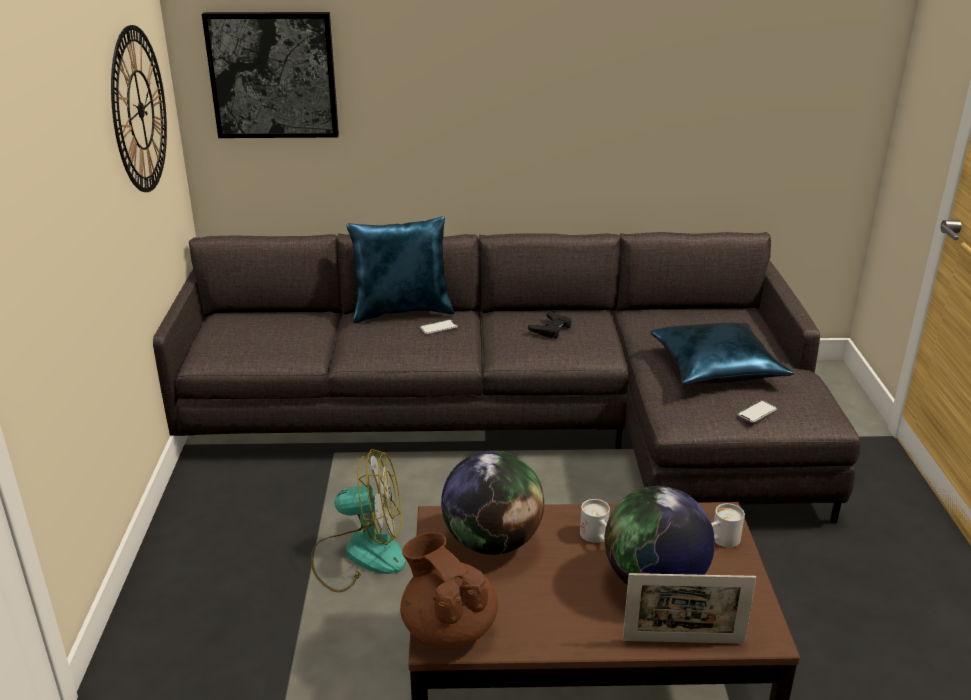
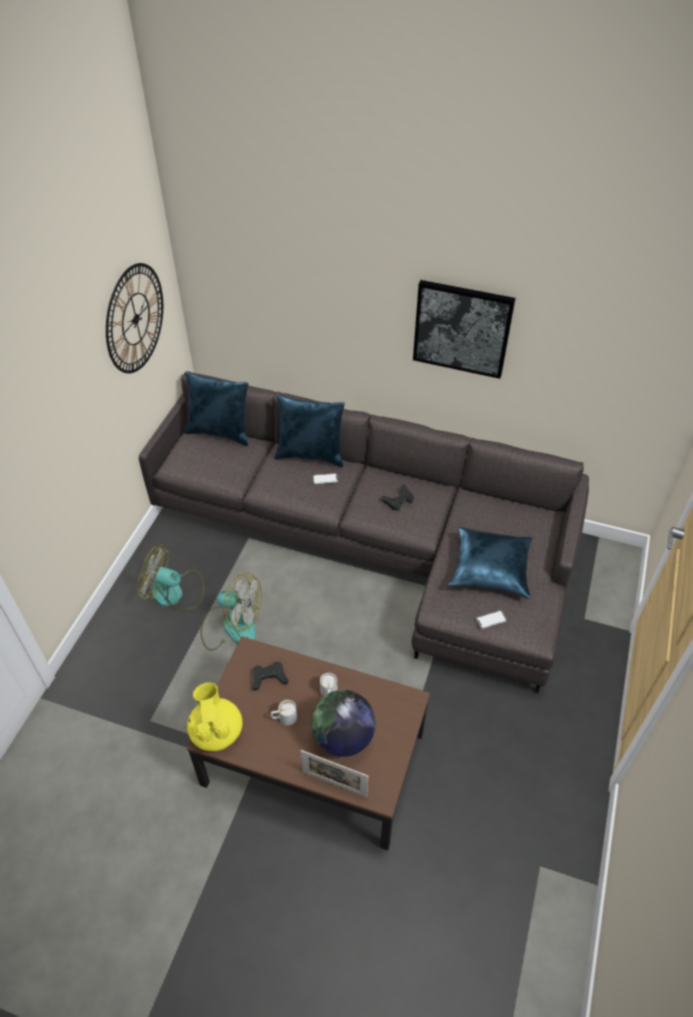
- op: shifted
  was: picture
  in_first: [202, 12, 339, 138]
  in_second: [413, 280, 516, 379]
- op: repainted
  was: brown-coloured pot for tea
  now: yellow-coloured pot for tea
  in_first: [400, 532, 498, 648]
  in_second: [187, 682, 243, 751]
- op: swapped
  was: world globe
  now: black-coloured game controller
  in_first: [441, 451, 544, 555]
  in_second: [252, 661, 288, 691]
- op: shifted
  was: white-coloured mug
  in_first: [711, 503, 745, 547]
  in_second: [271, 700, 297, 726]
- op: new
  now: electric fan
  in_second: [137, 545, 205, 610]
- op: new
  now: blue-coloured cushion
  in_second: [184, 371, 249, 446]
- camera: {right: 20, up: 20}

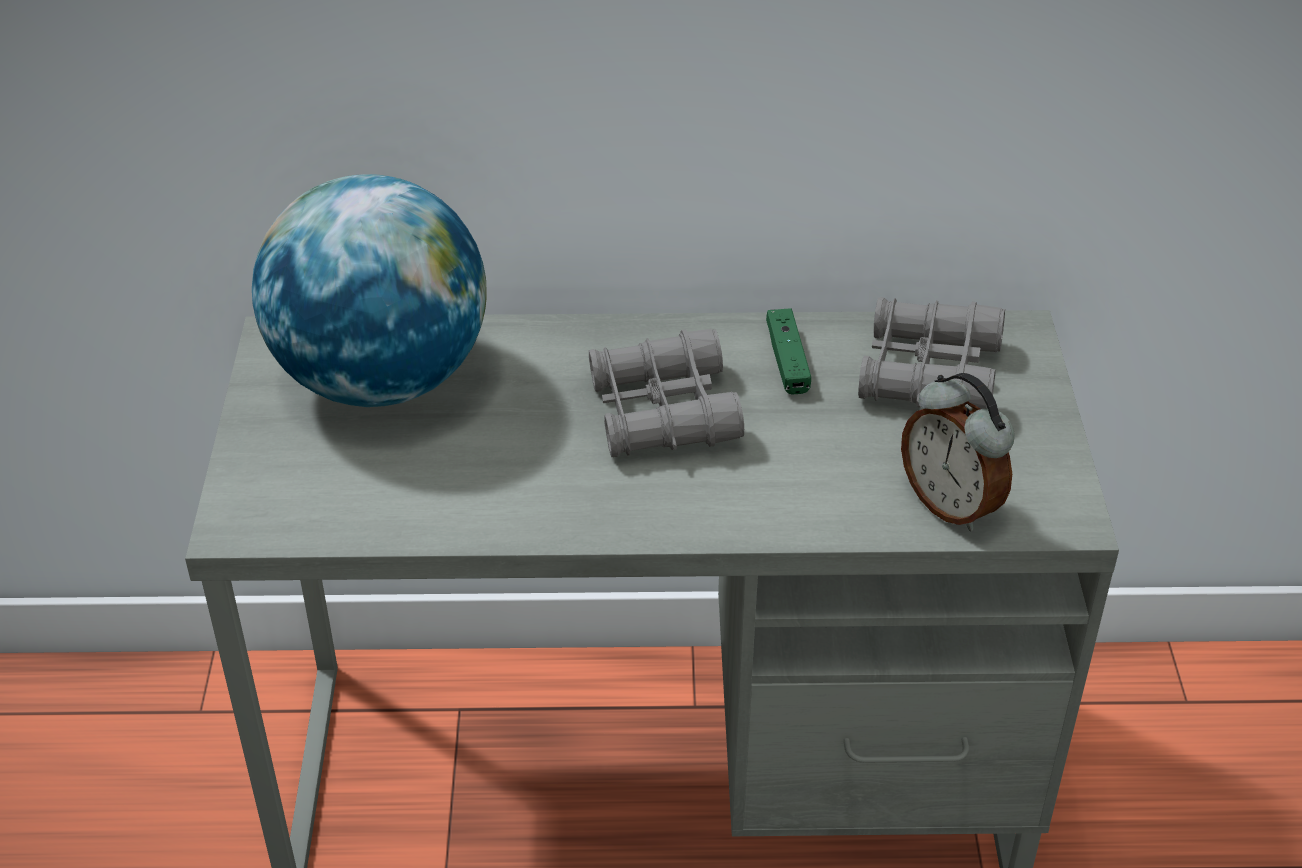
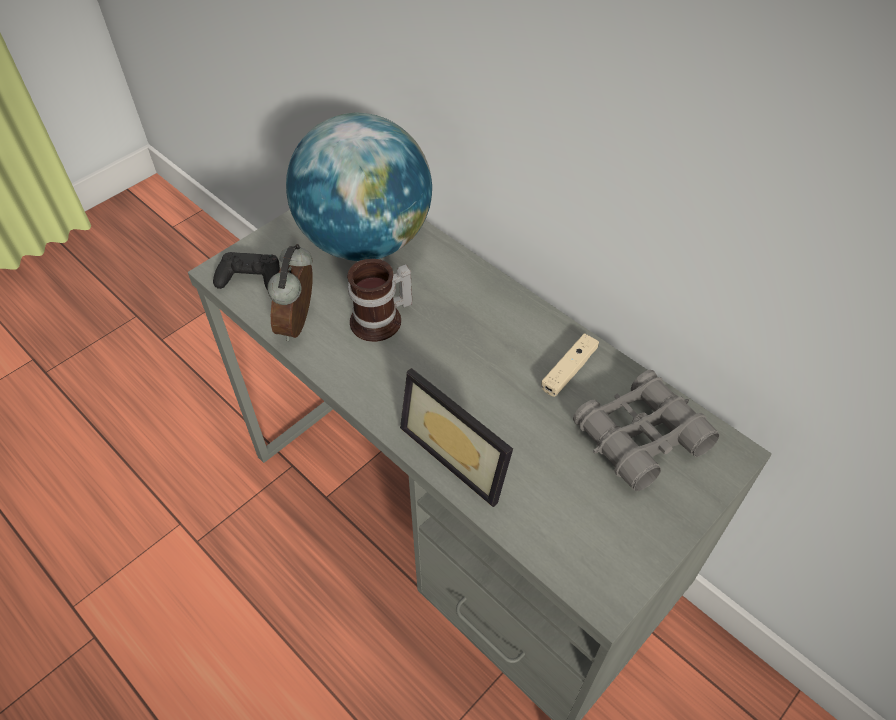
- op: gone
  was: grey field glasses
  in_first: [589, 329, 744, 457]
- op: repainted
  was: green-coloured game controller
  now: sand-coloured game controller
  in_first: [766, 308, 811, 395]
  in_second: [541, 333, 599, 397]
- op: shifted
  was: alarm clock
  in_first: [901, 373, 1015, 531]
  in_second: [267, 244, 313, 342]
- op: new
  now: black-coloured game controller
  in_second: [213, 252, 280, 289]
- op: new
  now: mug
  in_second: [347, 259, 412, 342]
- op: new
  now: photo frame
  in_second: [400, 368, 513, 507]
- camera: {right: 45, up: 10}

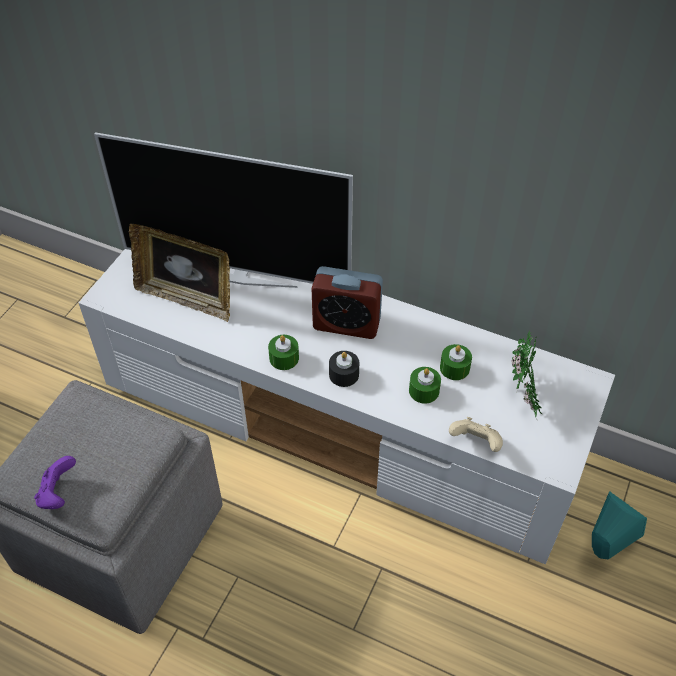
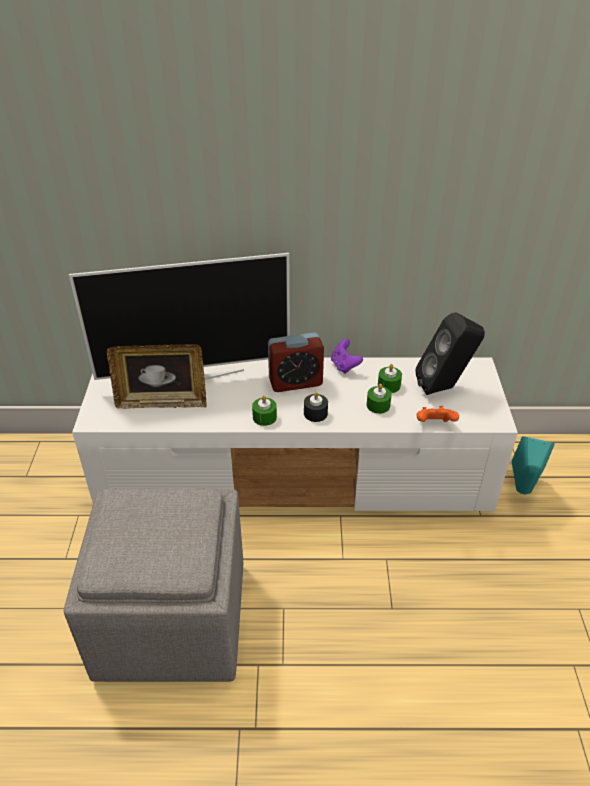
- op: shifted
  was: purple game controller
  in_first: [34, 456, 76, 509]
  in_second: [331, 339, 363, 374]
- op: repainted
  was: sand-coloured game controller
  now: orange game controller
  in_first: [449, 417, 503, 452]
  in_second: [417, 406, 459, 422]
- op: swapped
  was: potted plant
  now: black-coloured speaker
  in_first: [511, 331, 542, 417]
  in_second: [415, 312, 485, 395]
- camera: {right: -25, up: -10}

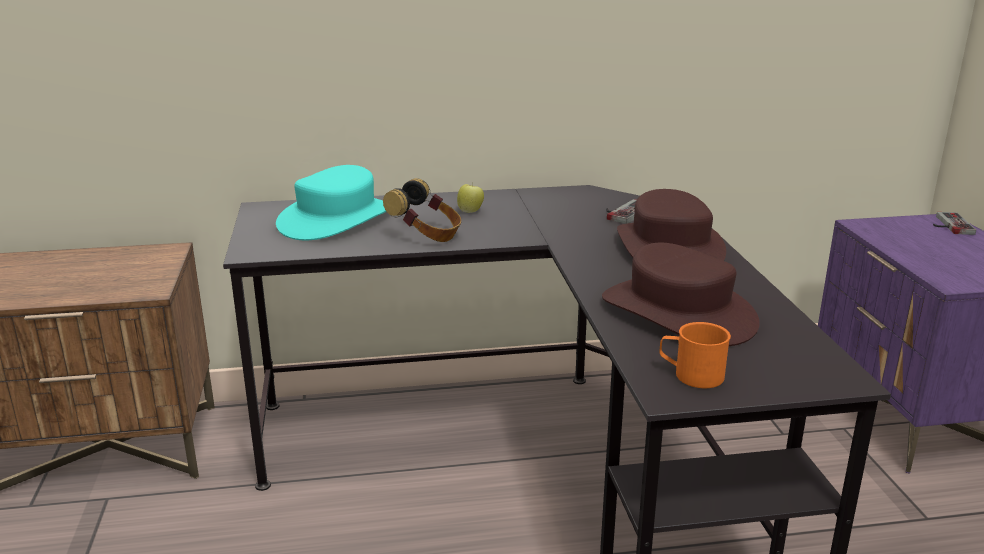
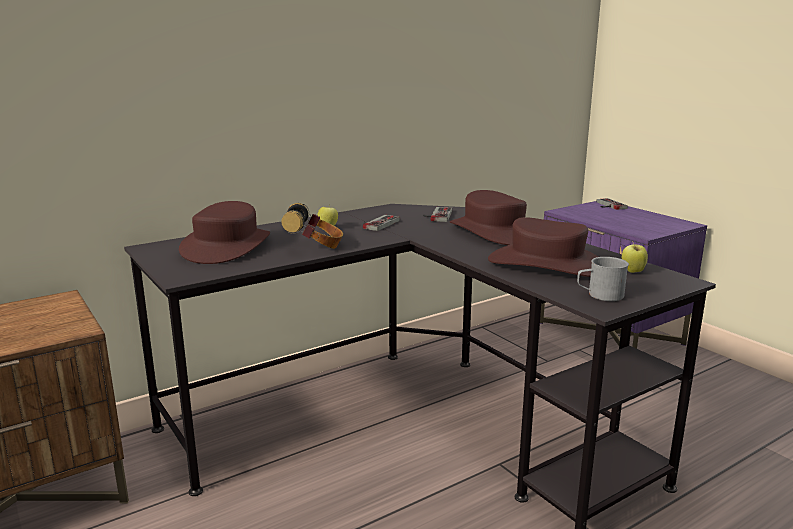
- op: repainted
  was: turquoise hat
  now: brown-coloured hat
  in_first: [276, 165, 386, 240]
  in_second: [179, 201, 270, 264]
- op: repainted
  was: orange mug
  now: grey mug
  in_first: [659, 322, 731, 388]
  in_second: [577, 257, 629, 301]
- op: new
  now: game controller
  in_second: [363, 215, 400, 231]
- op: new
  now: apple
  in_second: [622, 243, 648, 273]
- camera: {right: -25, up: -5}

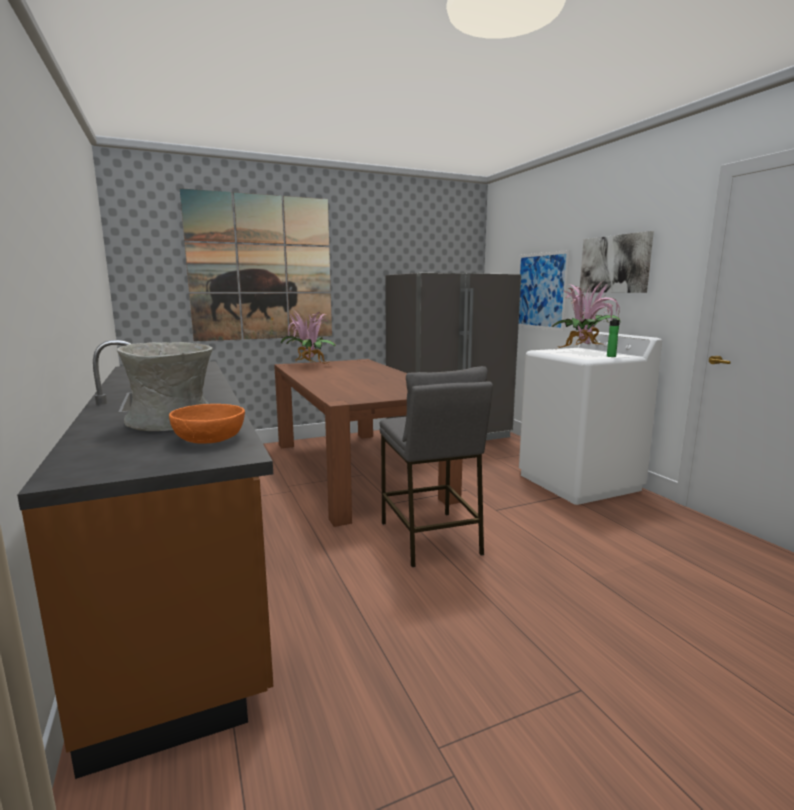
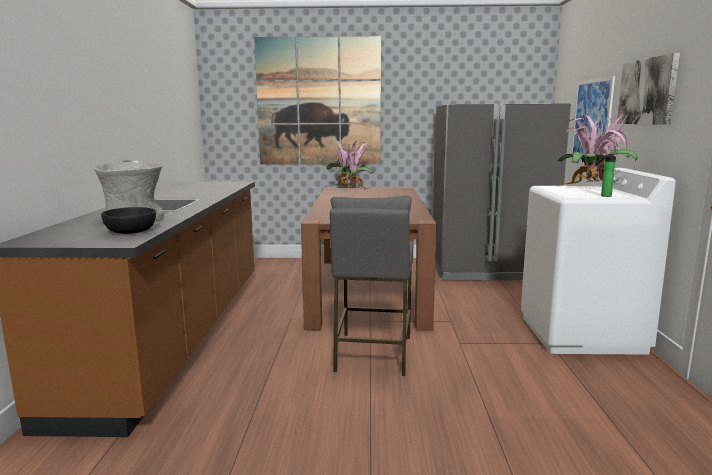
- op: repainted
  was: orange serving bowl
  now: black-coloured serving bowl
  in_first: [169, 404, 245, 444]
  in_second: [101, 207, 156, 234]
- camera: {right: 25, up: 0}

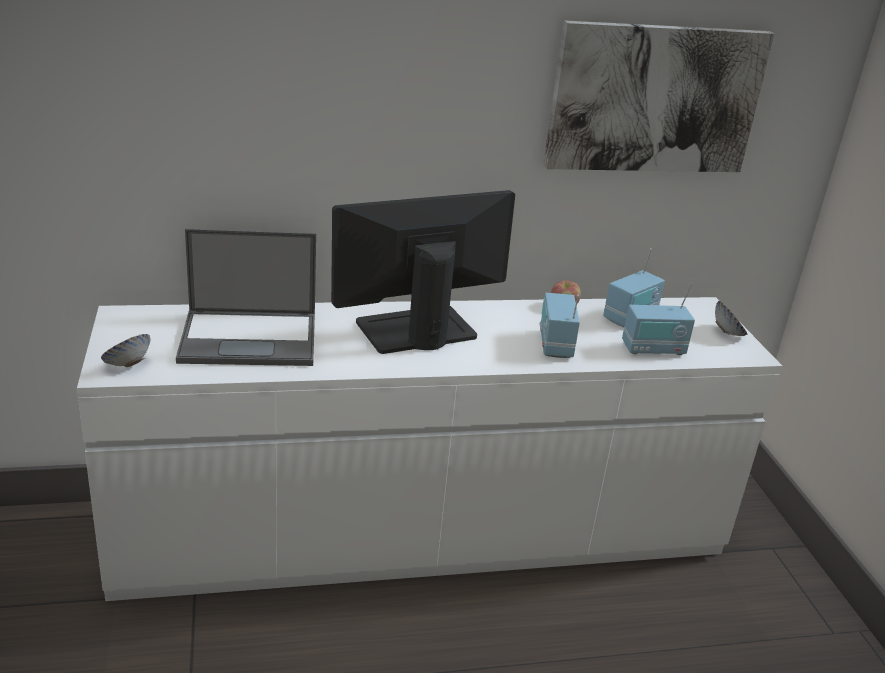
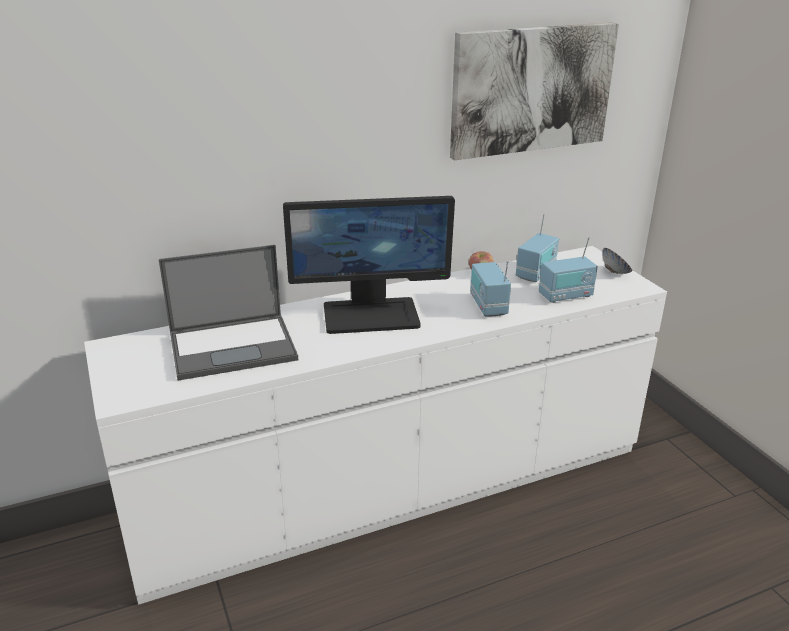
- op: gone
  was: serving bowl
  in_first: [101, 334, 150, 367]
- op: rotated
  was: computer display
  in_first: [331, 190, 515, 354]
  in_second: [283, 196, 455, 334]
  clockwise: -150
- camera: {right: -10, up: 0}

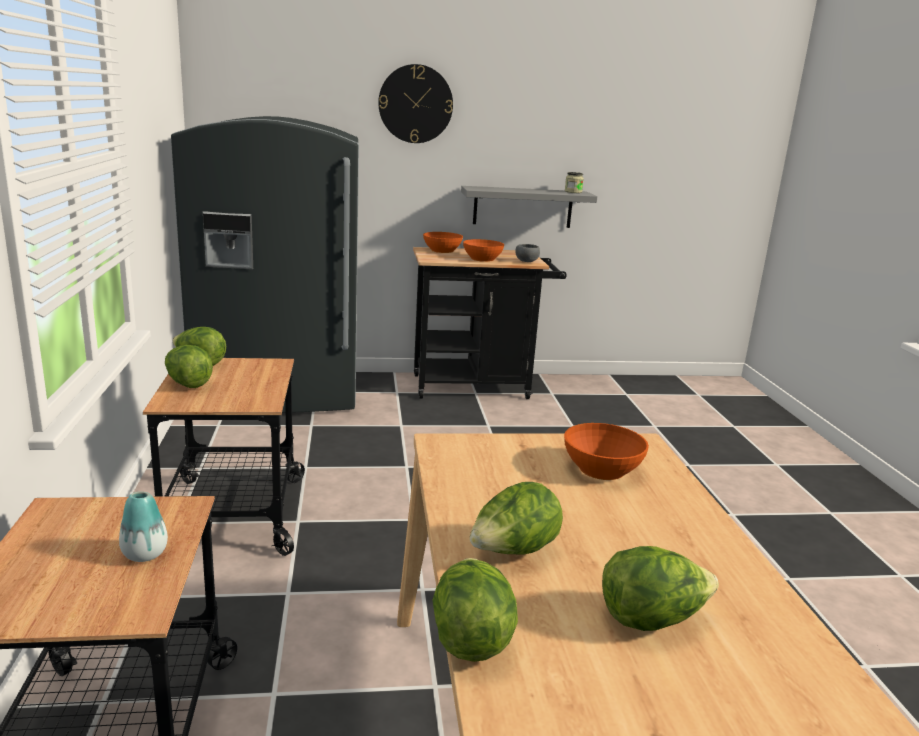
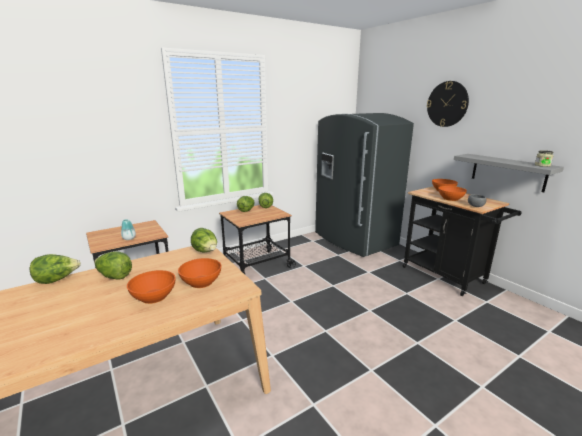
- op: shifted
  was: lettuce head
  in_first: [602, 546, 719, 631]
  in_second: [191, 228, 217, 253]
- op: new
  now: orange serving bowl
  in_second: [127, 270, 176, 304]
- camera: {right: 65, up: 0}

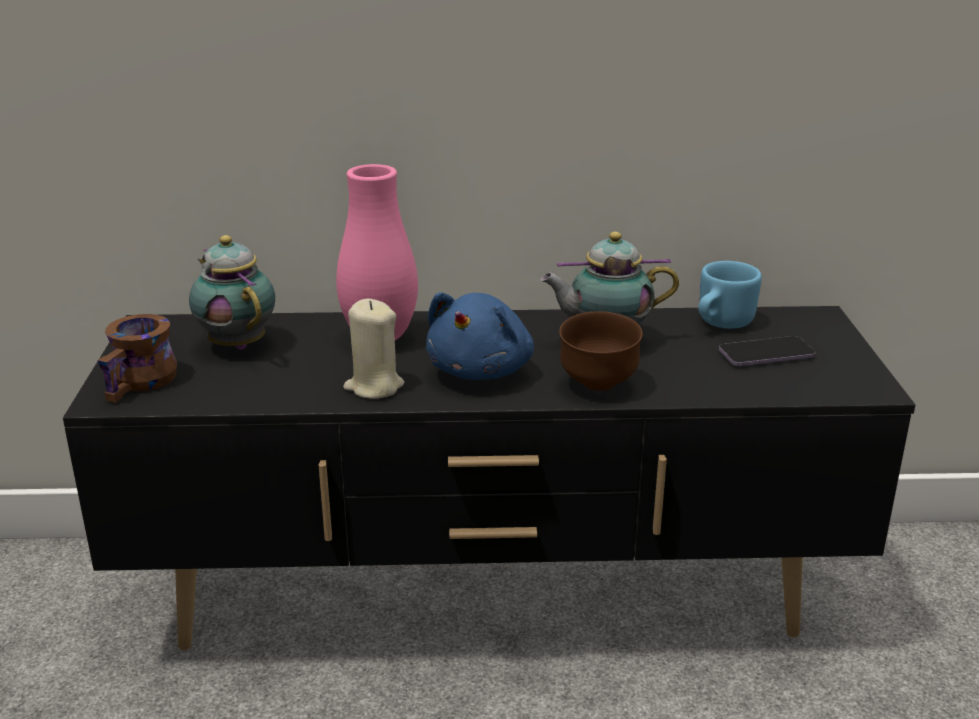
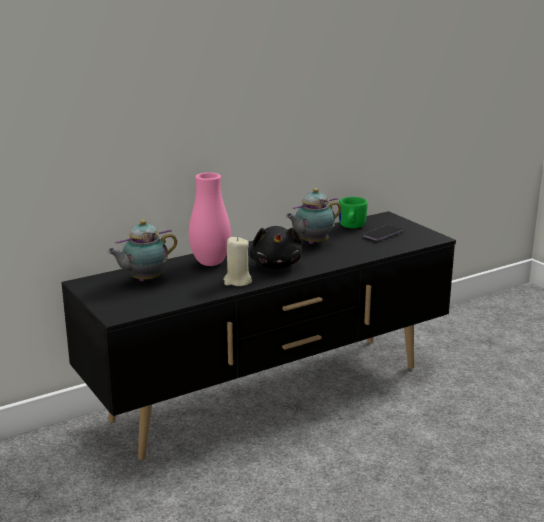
- op: gone
  was: brown-coloured mug
  in_first: [97, 314, 177, 403]
- op: rotated
  was: pot for tea
  in_first: [189, 235, 275, 350]
  in_second: [107, 220, 177, 281]
  clockwise: -60
- op: repainted
  was: blue-coloured cuddly toy
  now: black-coloured cuddly toy
  in_first: [426, 292, 534, 380]
  in_second: [250, 226, 302, 269]
- op: gone
  was: brown-coloured serving bowl
  in_first: [559, 311, 643, 391]
- op: repainted
  was: blue-coloured mug
  now: green-coloured mug
  in_first: [698, 261, 762, 329]
  in_second: [339, 197, 368, 228]
- camera: {right: -30, up: -5}

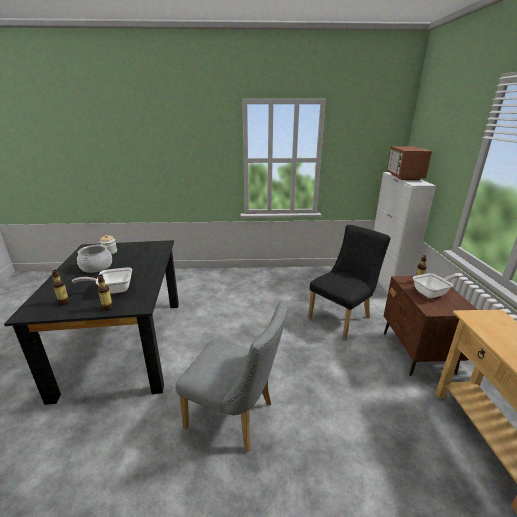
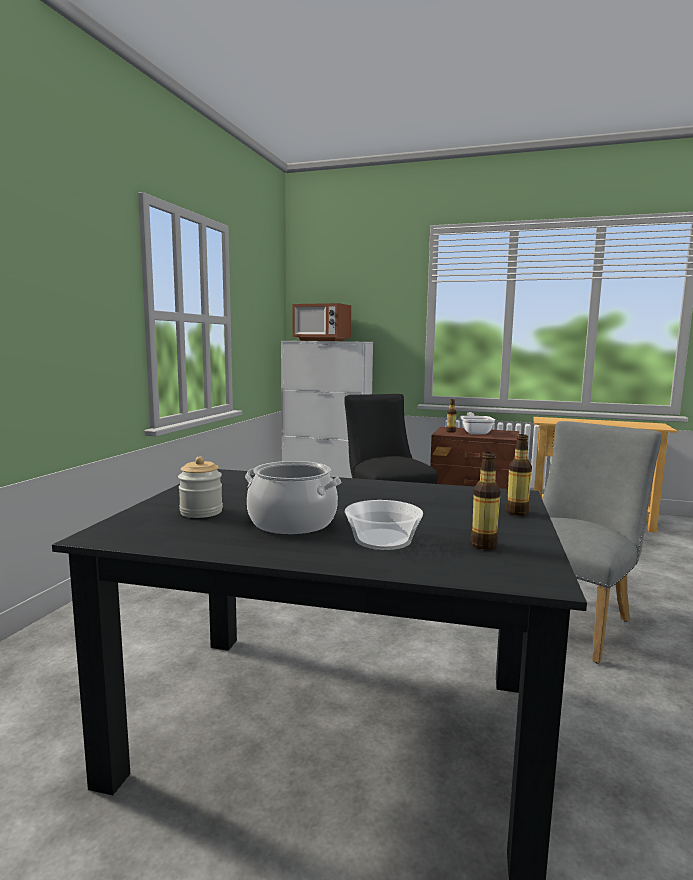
- op: gone
  was: frying pan
  in_first: [72, 267, 132, 294]
- op: new
  now: serving bowl
  in_second: [345, 500, 423, 550]
- camera: {right: -70, up: -15}

